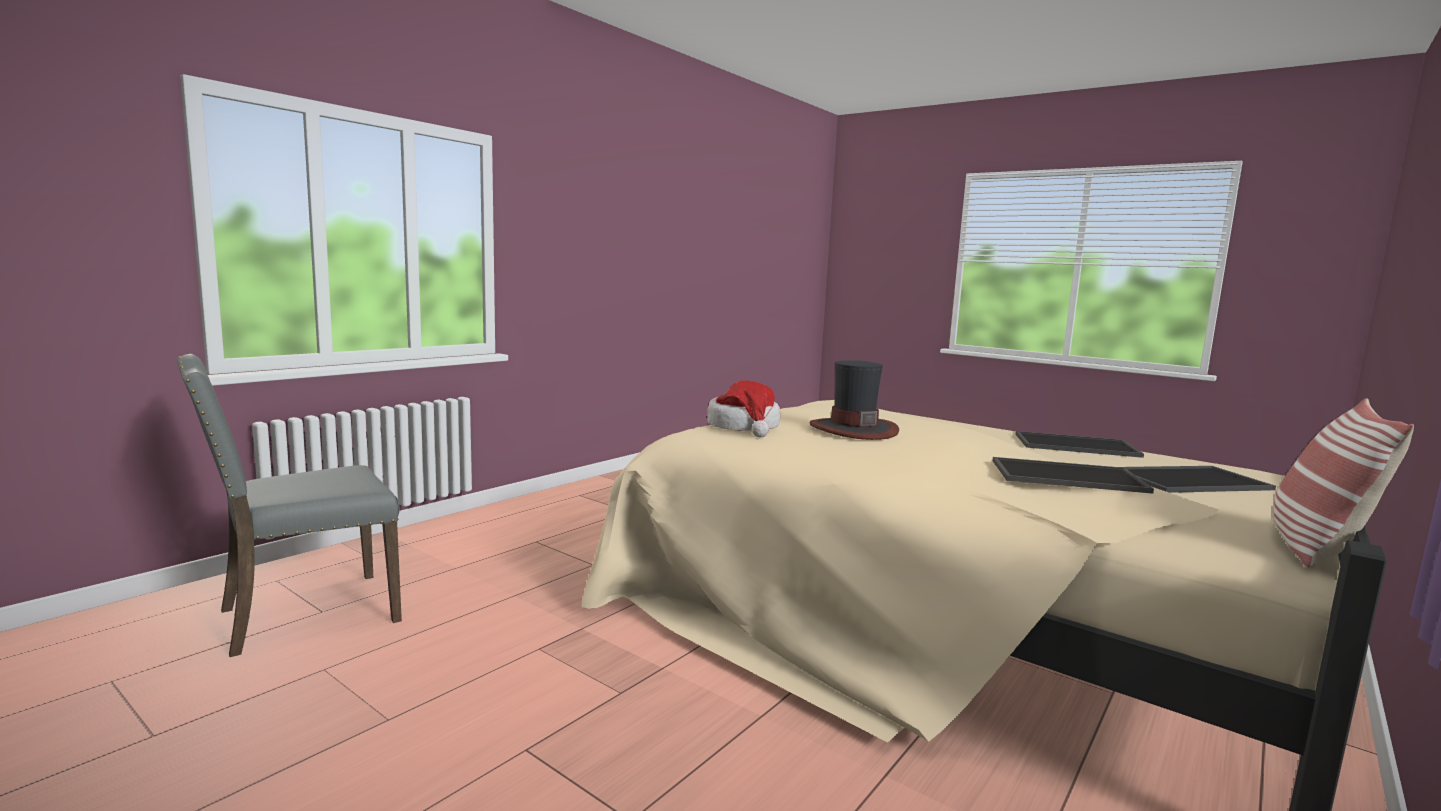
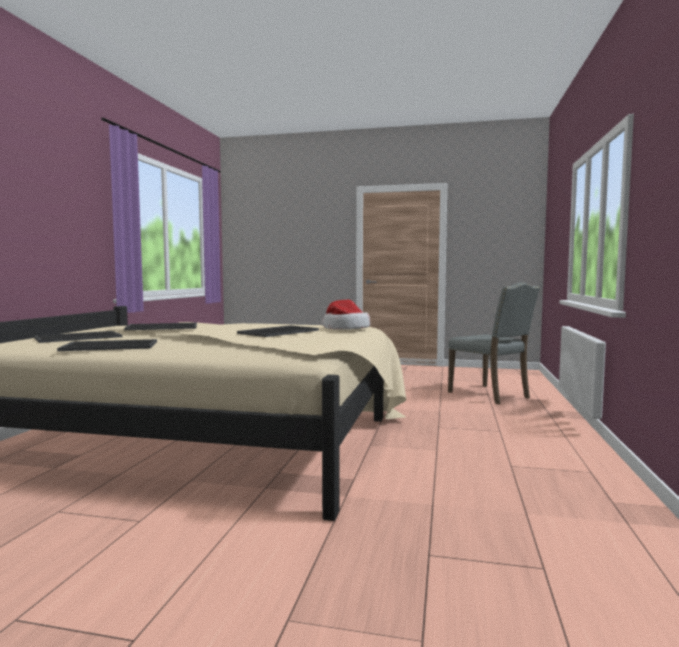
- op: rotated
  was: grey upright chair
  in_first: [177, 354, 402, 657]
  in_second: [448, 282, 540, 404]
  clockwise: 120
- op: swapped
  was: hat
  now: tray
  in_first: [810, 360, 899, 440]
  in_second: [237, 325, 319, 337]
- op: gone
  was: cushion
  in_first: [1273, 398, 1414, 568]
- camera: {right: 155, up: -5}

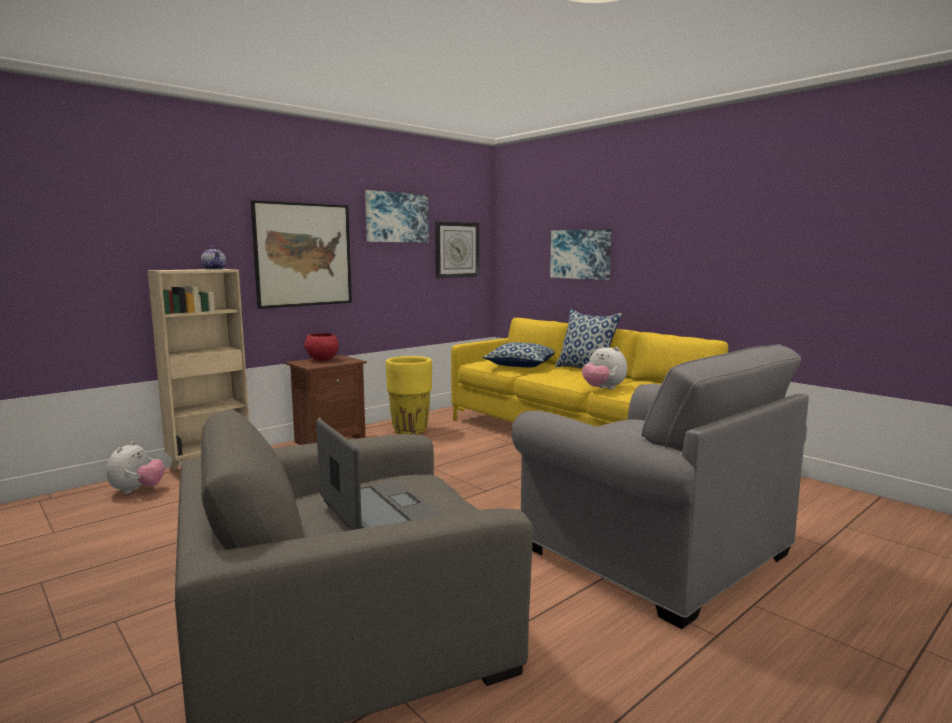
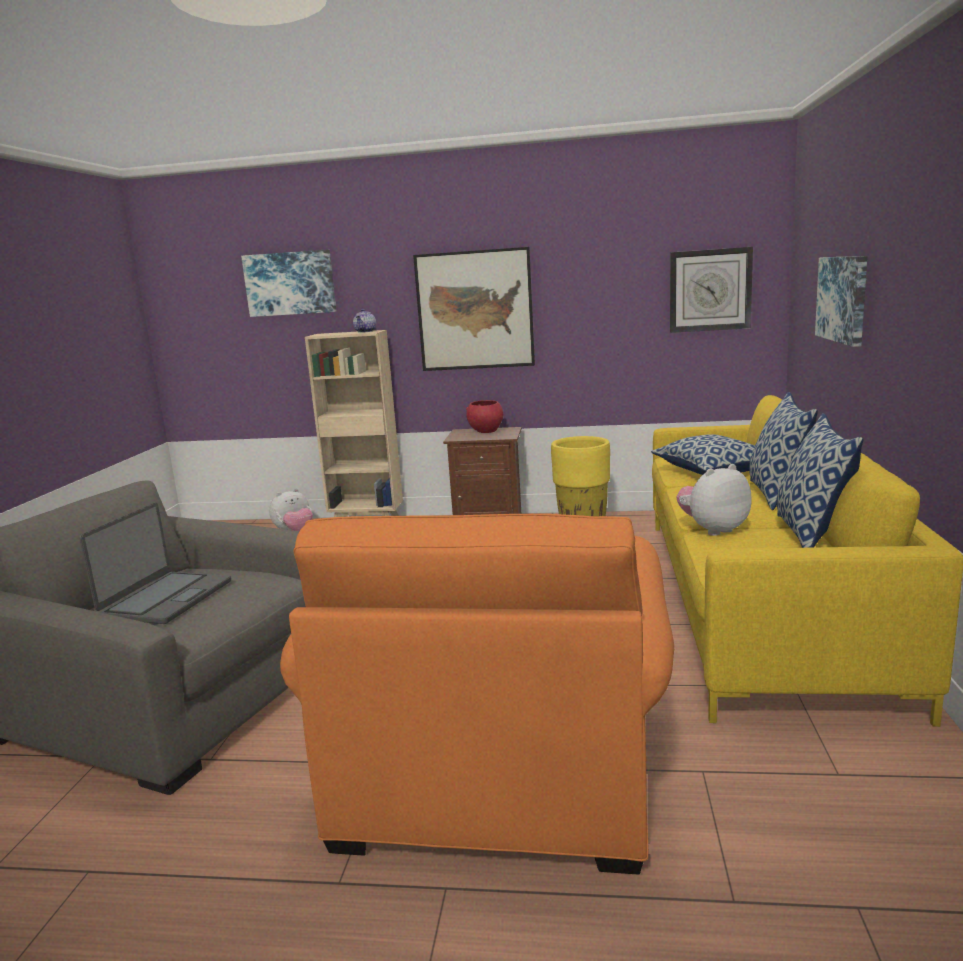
- op: shifted
  was: picture
  in_first: [365, 190, 429, 243]
  in_second: [241, 249, 336, 317]
- op: repainted
  was: grey lounge chair
  now: orange lounge chair
  in_first: [512, 344, 809, 629]
  in_second: [280, 514, 674, 874]
- op: rotated
  was: cuddly toy
  in_first: [582, 345, 627, 389]
  in_second: [676, 464, 752, 536]
  clockwise: 60
- op: new
  now: cushion
  in_second: [777, 413, 863, 548]
- camera: {right: 50, up: 5}

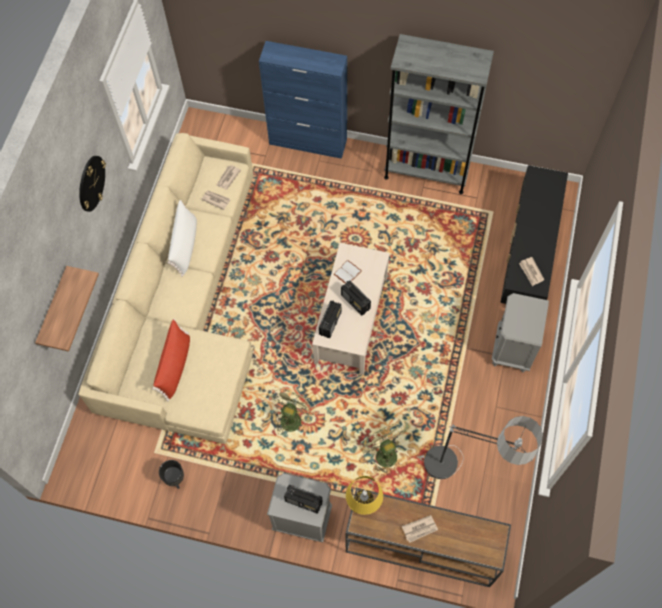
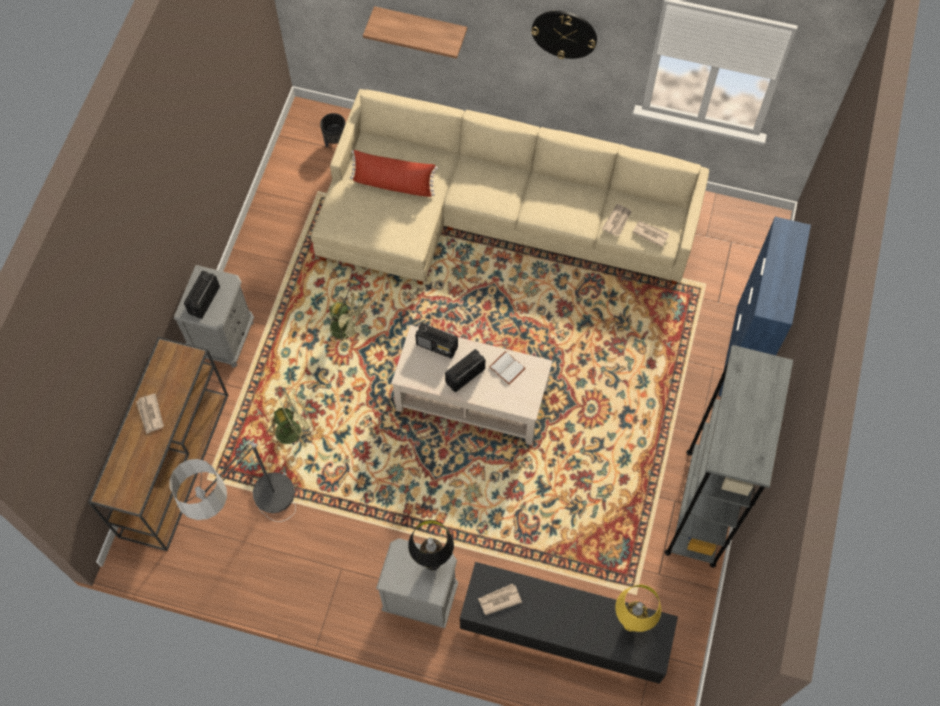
- op: shifted
  was: black-coloured plant pot
  in_first: [159, 460, 184, 489]
  in_second: [320, 113, 346, 147]
- op: gone
  was: white-coloured cushion
  in_first: [168, 200, 197, 277]
- op: shifted
  was: yellow-coloured table lamp
  in_first: [346, 476, 383, 515]
  in_second: [615, 585, 661, 632]
- op: new
  now: black-coloured table lamp
  in_second: [408, 520, 454, 570]
- camera: {right: 90, up: 0}

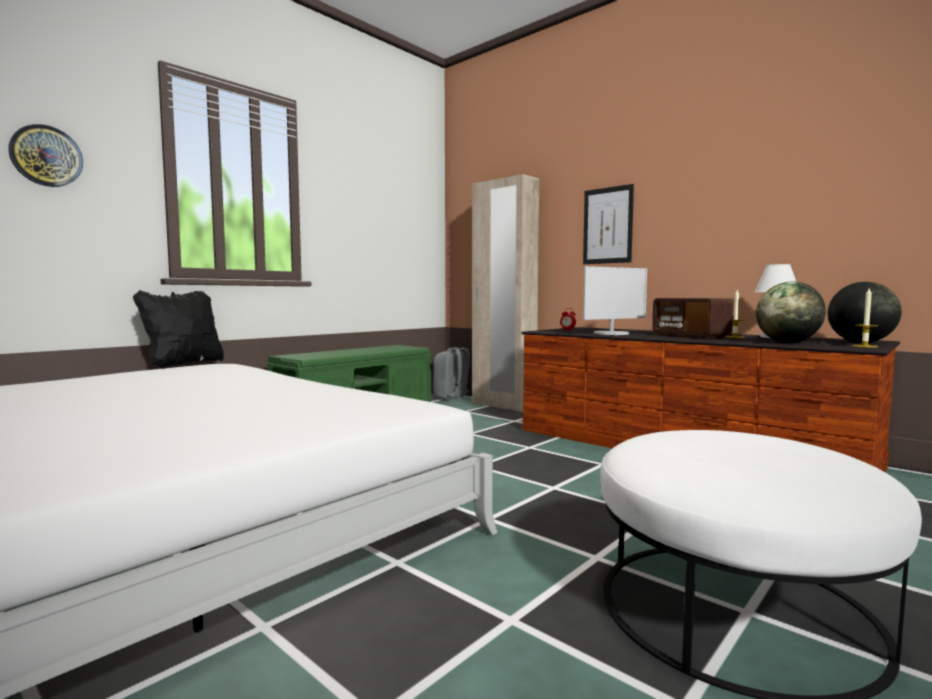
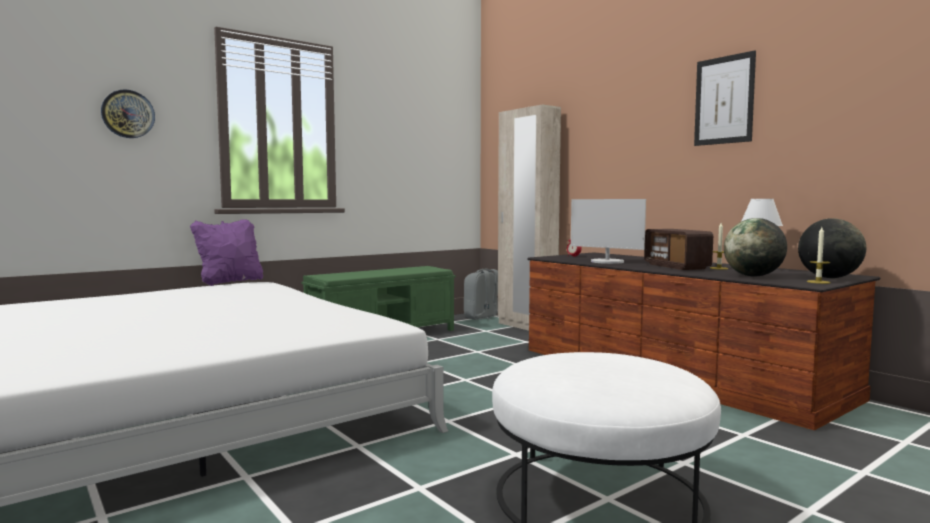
- op: repainted
  was: black-coloured cushion
  now: purple cushion
  in_first: [133, 290, 224, 369]
  in_second: [190, 219, 263, 286]
- op: shifted
  was: picture
  in_first: [583, 184, 634, 264]
  in_second: [694, 50, 756, 146]
- op: rotated
  was: computer display
  in_first: [583, 266, 647, 335]
  in_second: [571, 199, 646, 264]
  clockwise: 60
- camera: {right: 10, up: 0}

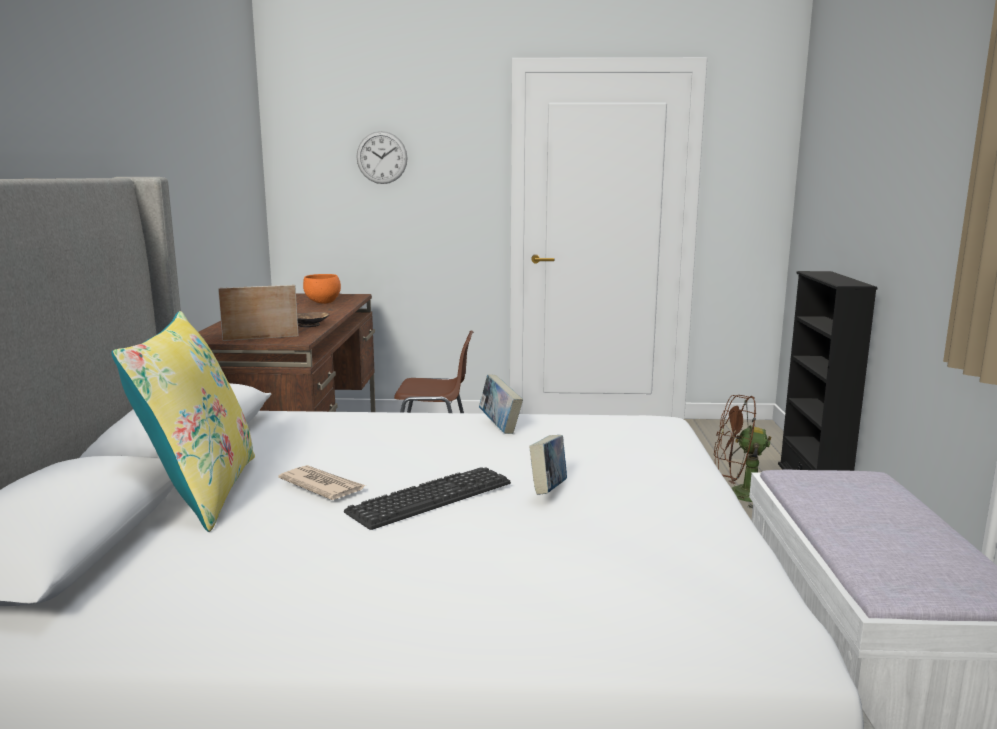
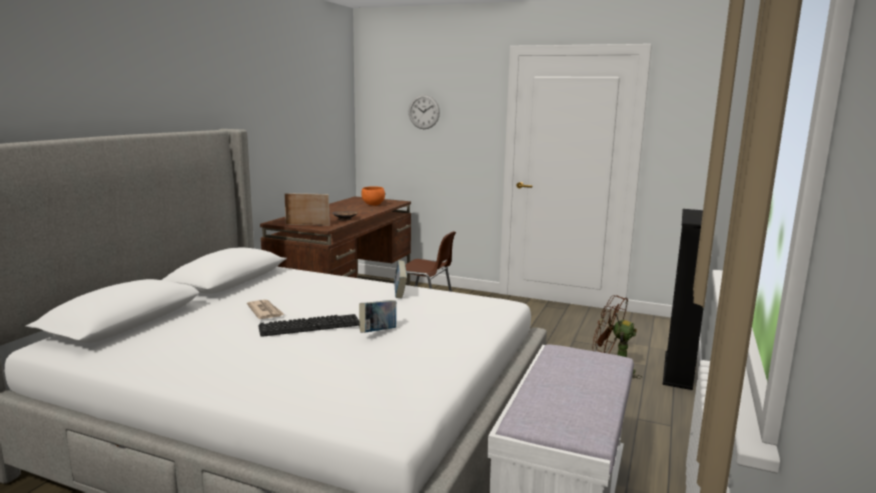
- op: gone
  was: yellow-coloured cushion
  in_first: [111, 311, 255, 532]
- camera: {right: 20, up: 0}

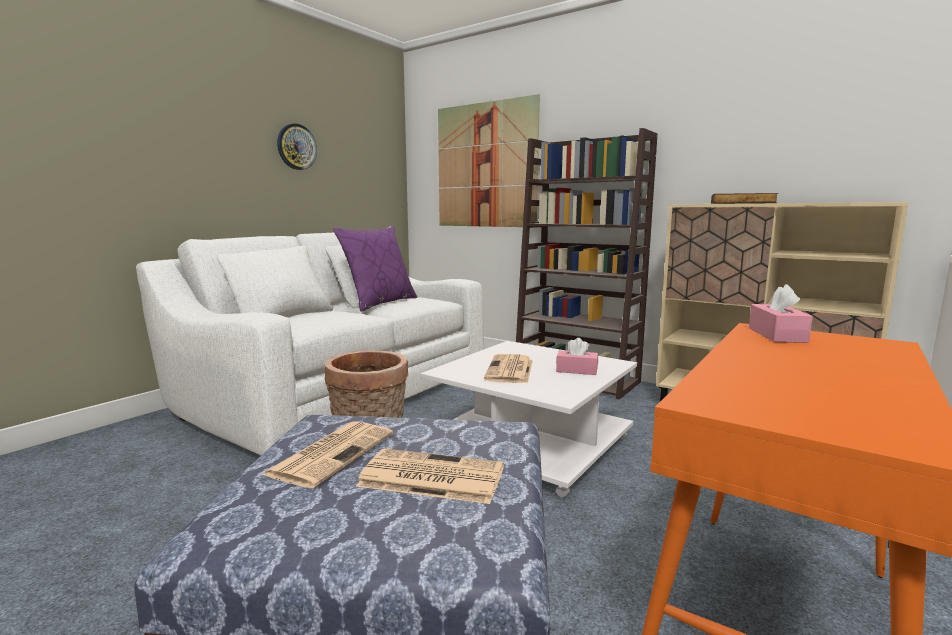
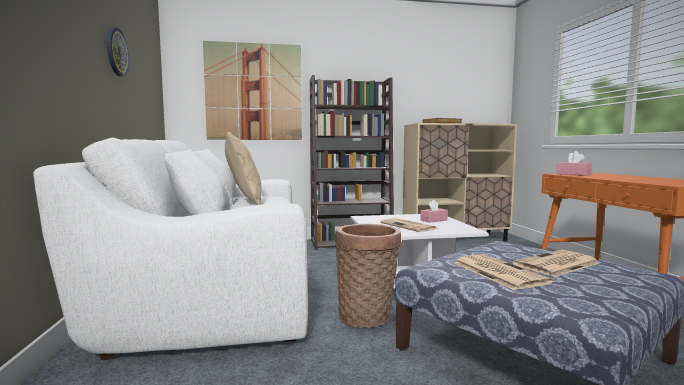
- op: repainted
  was: purple cushion
  now: sand-coloured cushion
  in_first: [333, 225, 417, 312]
  in_second: [225, 132, 262, 205]
- camera: {right: -45, up: -5}

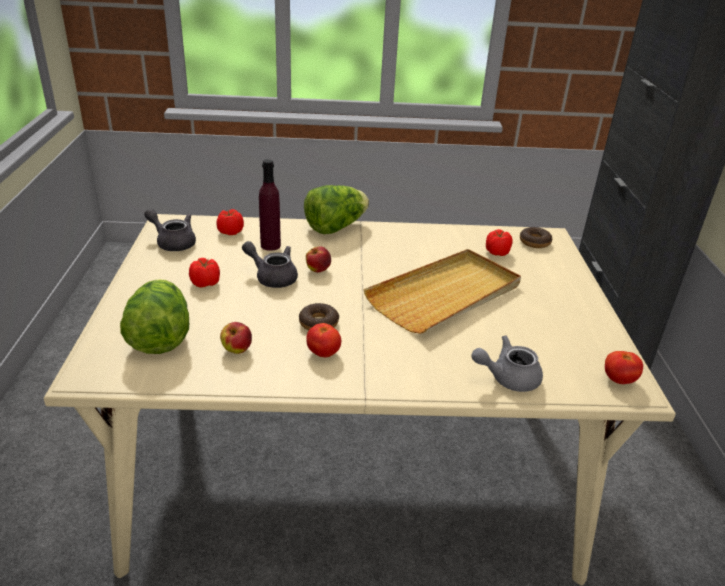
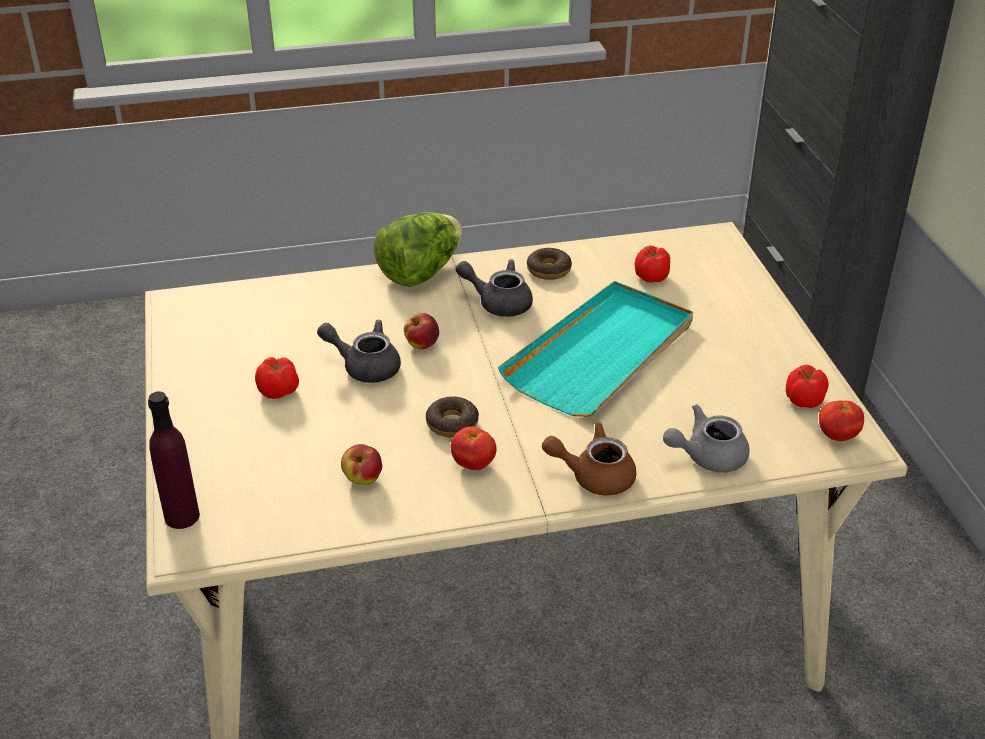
- op: gone
  was: lettuce head
  in_first: [120, 279, 189, 354]
- op: shifted
  was: grey pot for tea
  in_first: [144, 209, 196, 251]
  in_second: [456, 259, 533, 317]
- op: shifted
  was: tomato
  in_first: [217, 209, 244, 235]
  in_second: [786, 365, 829, 408]
- op: shifted
  was: purple bottle
  in_first: [259, 159, 281, 251]
  in_second: [148, 391, 200, 529]
- op: repainted
  was: sand-coloured tray
  now: turquoise tray
  in_first: [363, 249, 521, 334]
  in_second: [498, 281, 693, 417]
- op: shifted
  was: ring doughnut
  in_first: [520, 227, 552, 248]
  in_second: [527, 248, 572, 280]
- op: new
  now: brown-coloured pot for tea
  in_second: [542, 422, 636, 496]
- camera: {right: -10, up: 5}

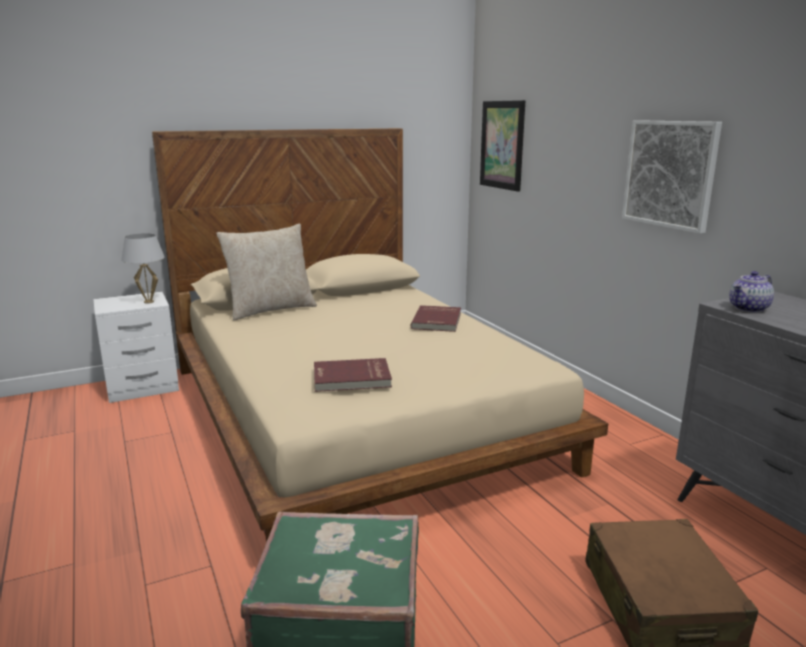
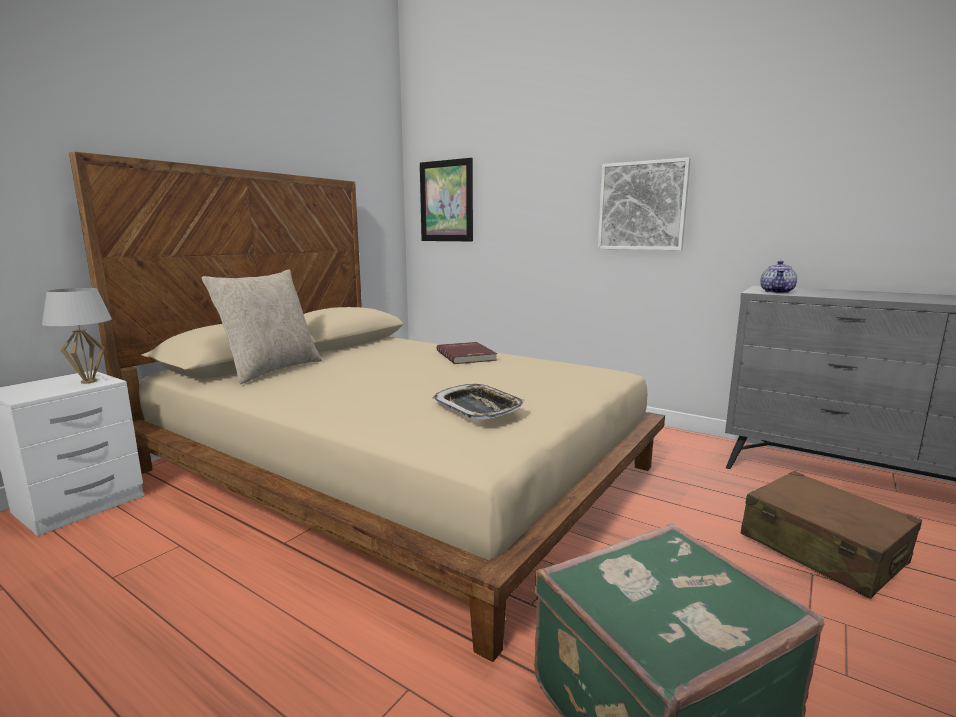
- op: swapped
  was: reddish bound book
  now: tray
  in_first: [314, 358, 392, 392]
  in_second: [433, 384, 525, 420]
- camera: {right: -30, up: -5}

